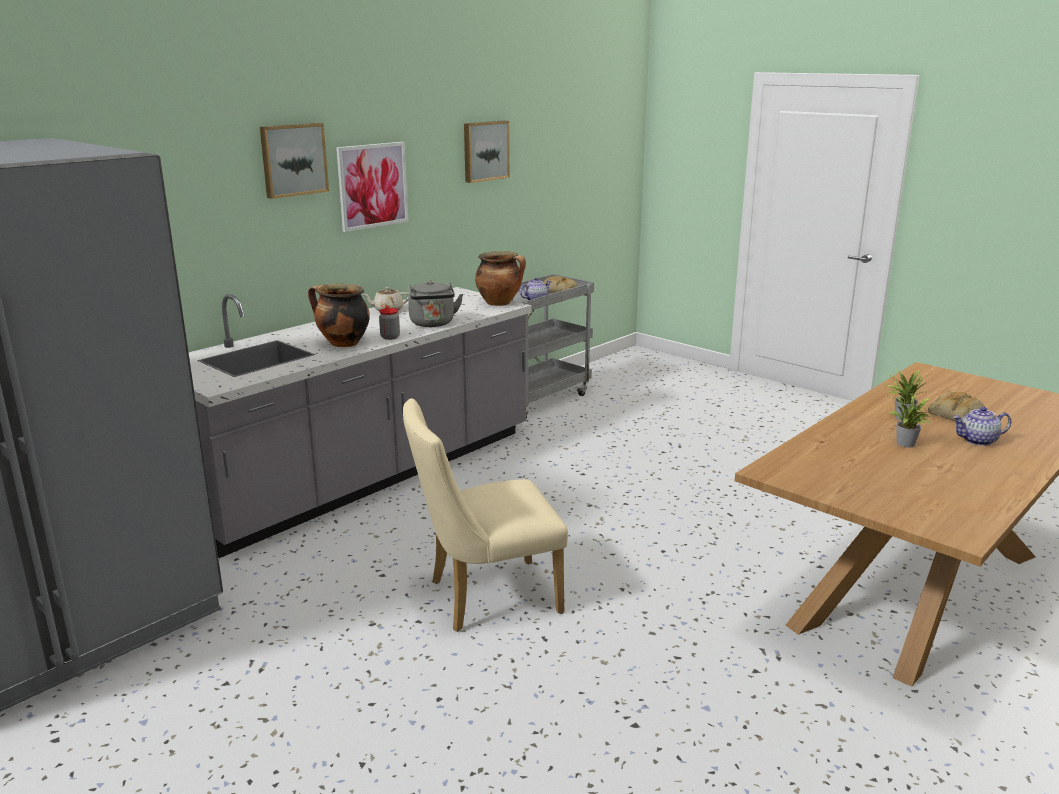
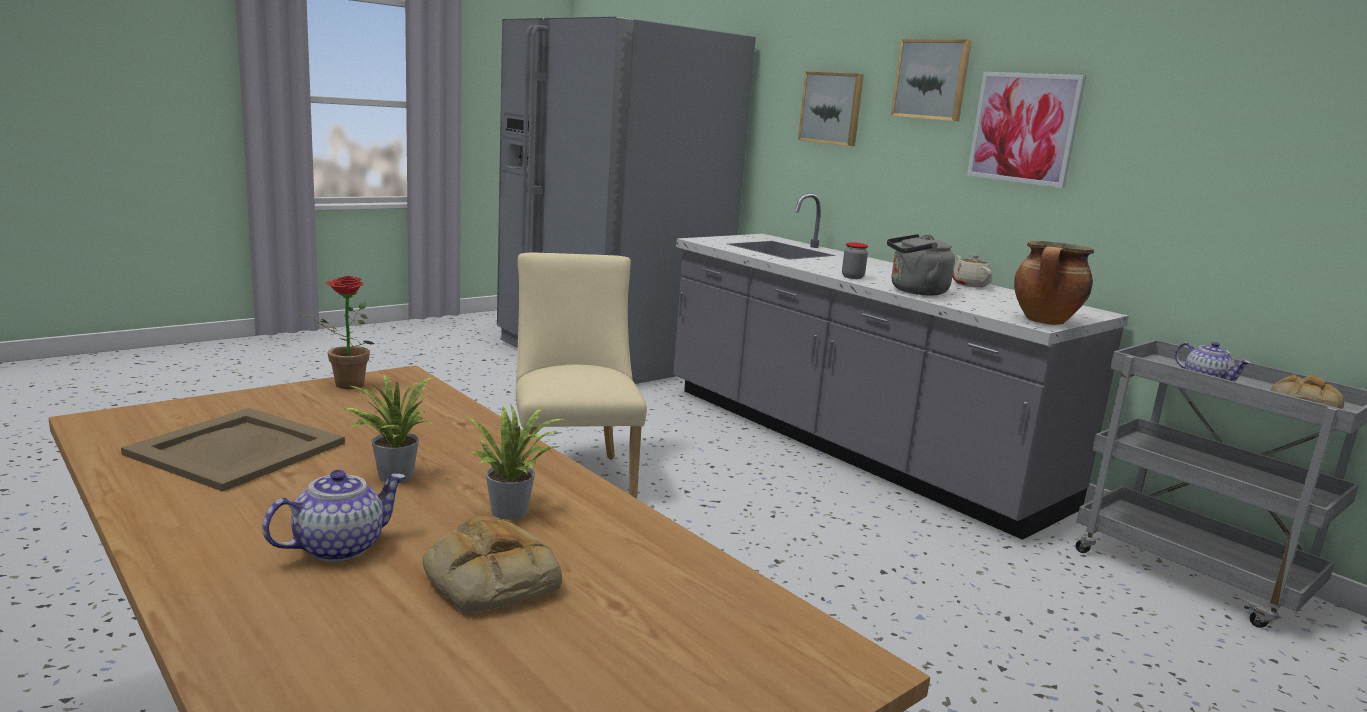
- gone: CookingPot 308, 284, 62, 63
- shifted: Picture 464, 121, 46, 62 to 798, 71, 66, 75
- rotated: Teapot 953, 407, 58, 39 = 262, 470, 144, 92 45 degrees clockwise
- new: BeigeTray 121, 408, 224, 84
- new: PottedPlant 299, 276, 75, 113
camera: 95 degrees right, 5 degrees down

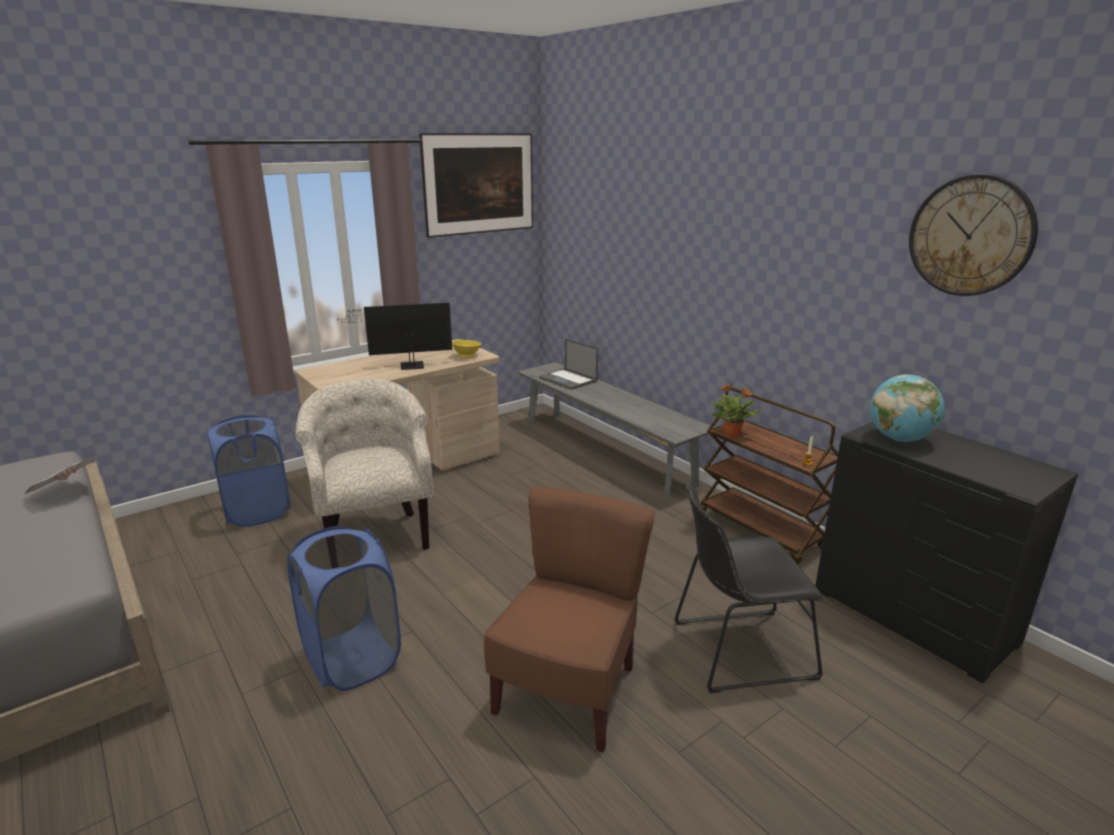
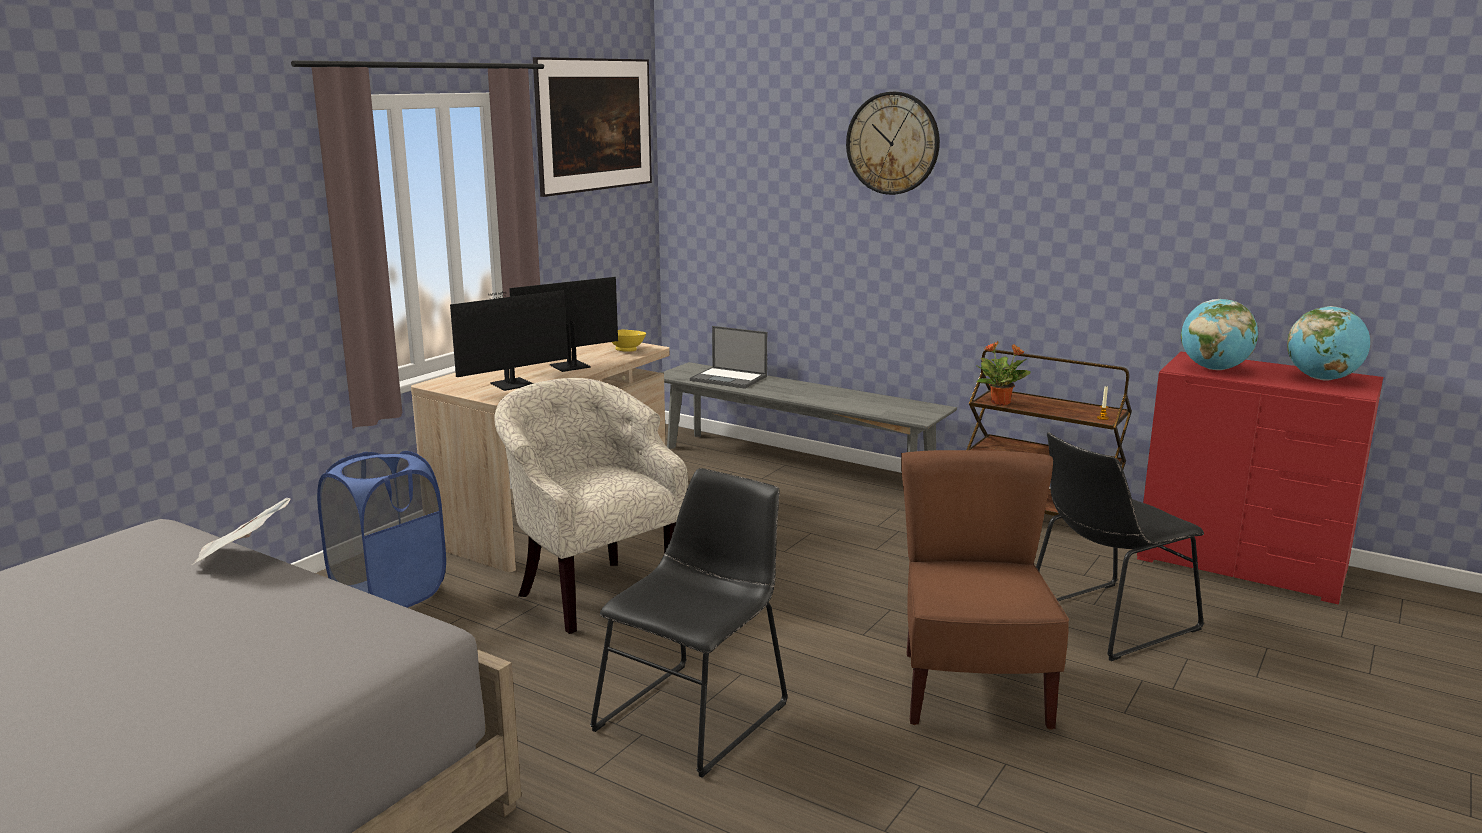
- swapped: BlueLaundryBasket 287, 526, 114, 165 to BlackChair 590, 468, 198, 310
- repainted: BlackDresser 815, 422, 263, 262 to RedDresser 1137, 352, 246, 253
- shifted: WallClock 909, 174, 129, 122 to 846, 92, 94, 103
- new: Monitor 450, 290, 148, 101
- new: Globe 1287, 306, 83, 74
camera: 20 degrees left, 5 degrees down

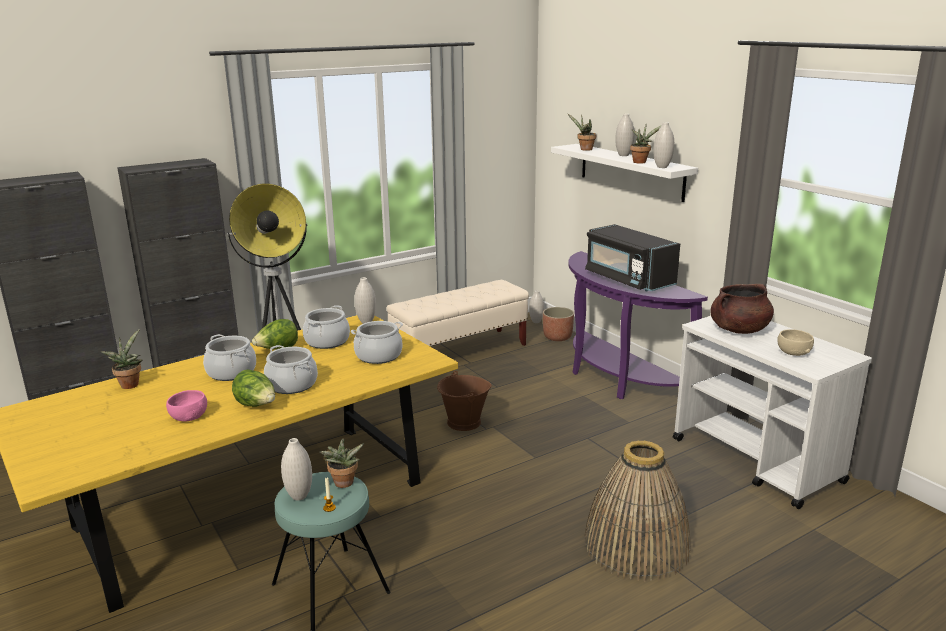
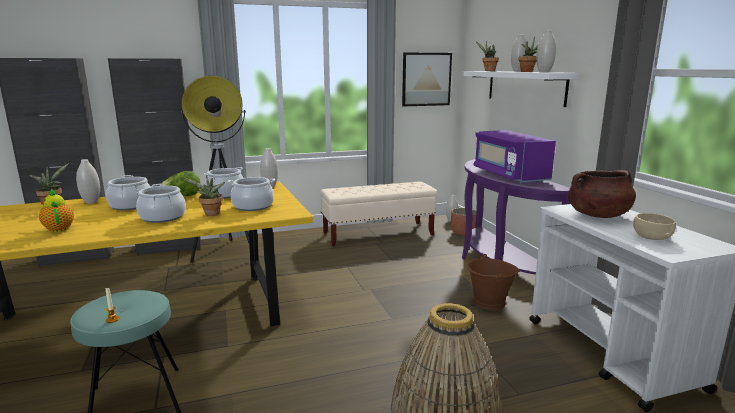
- swapped: PinkBowl 166, 390, 41, 31 to Teapot 39, 189, 35, 43
- gone: Lettuce 232, 369, 43, 38
- shifted: WhiteVase 281, 438, 31, 62 to 76, 159, 24, 45
- shifted: PottedPlant 320, 438, 44, 50 to 184, 175, 41, 41
- shifted: BrownBucket 437, 371, 55, 60 to 467, 254, 52, 56
- repainted: BlackMicrowave 585, 224, 95, 67 to PurpleMicrowave 473, 130, 83, 53
- new: Picture 402, 52, 50, 54
camera: 15 degrees right, 5 degrees down

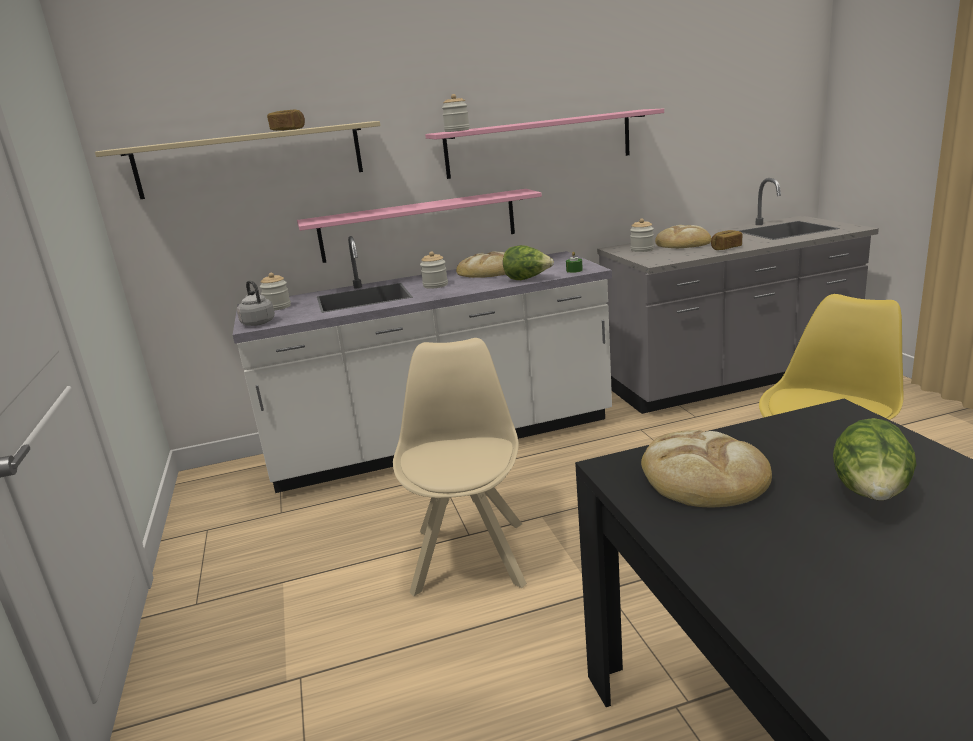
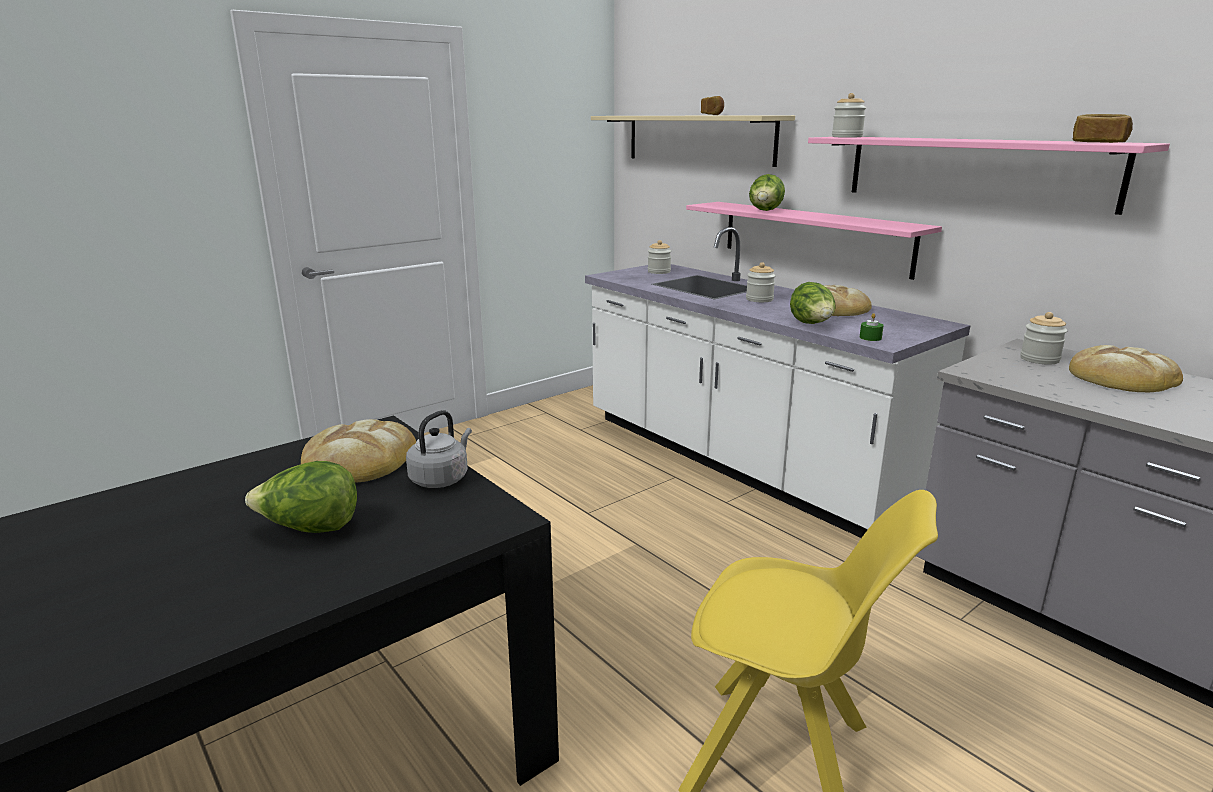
- shifted: GreyKettle 237, 281, 38, 45 to 406, 410, 66, 78
- gone: BeigeChair 393, 338, 134, 258
- shifted: Bread 711, 230, 31, 20 to 1073, 114, 60, 29
- new: Lettuce 749, 174, 36, 37
camera: 65 degrees right, 0 degrees up

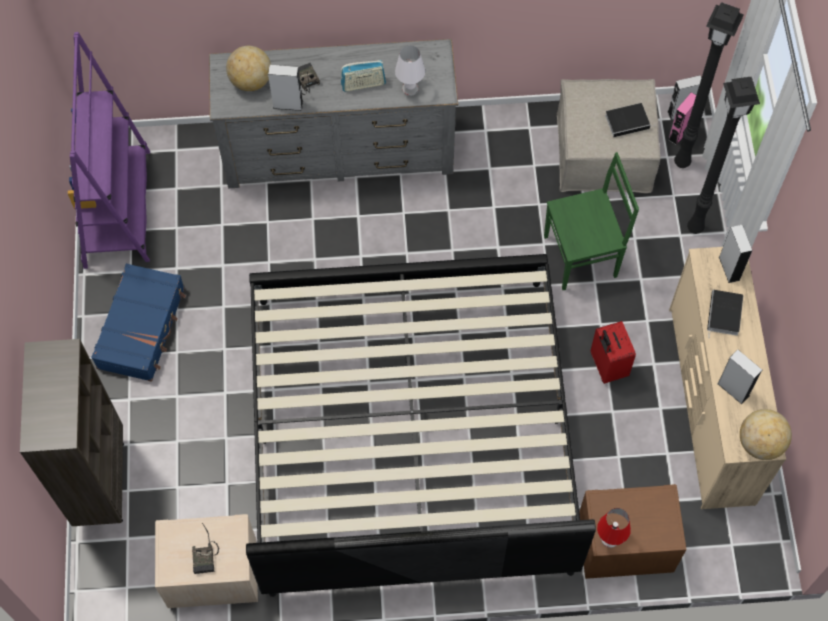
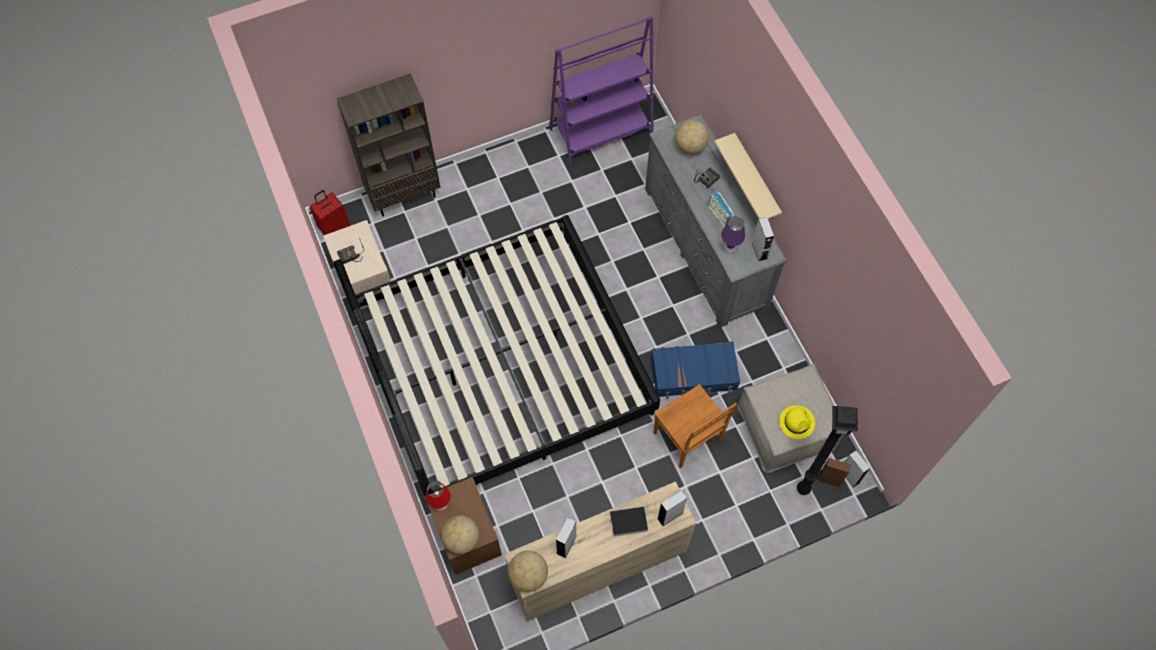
- shifted: BlueSuitcase 91, 263, 95, 119 to 651, 341, 89, 58
- shifted: GreySpeaker 268, 65, 35, 46 to 752, 217, 22, 44
- repainted: WhiteTableLamp 395, 45, 30, 51 to PurpleTableLamp 721, 217, 24, 36
- repainted: GreenChair 544, 152, 95, 138 to BrownChair 654, 384, 83, 84
- shifted: RedSuitcase 591, 321, 45, 63 to 309, 190, 41, 45
- swapped: Book 605, 103, 51, 34 to YellowHat 779, 405, 36, 34
- repainted: PinkSpeaker 668, 92, 28, 53 to BrownSpeaker 817, 458, 34, 29
- gone: BlackFloorLamp 687, 77, 73, 157
- new: Globe 441, 515, 38, 39
- new: BeigeShelf 714, 133, 68, 86
camera: 70 degrees right, 0 degrees up

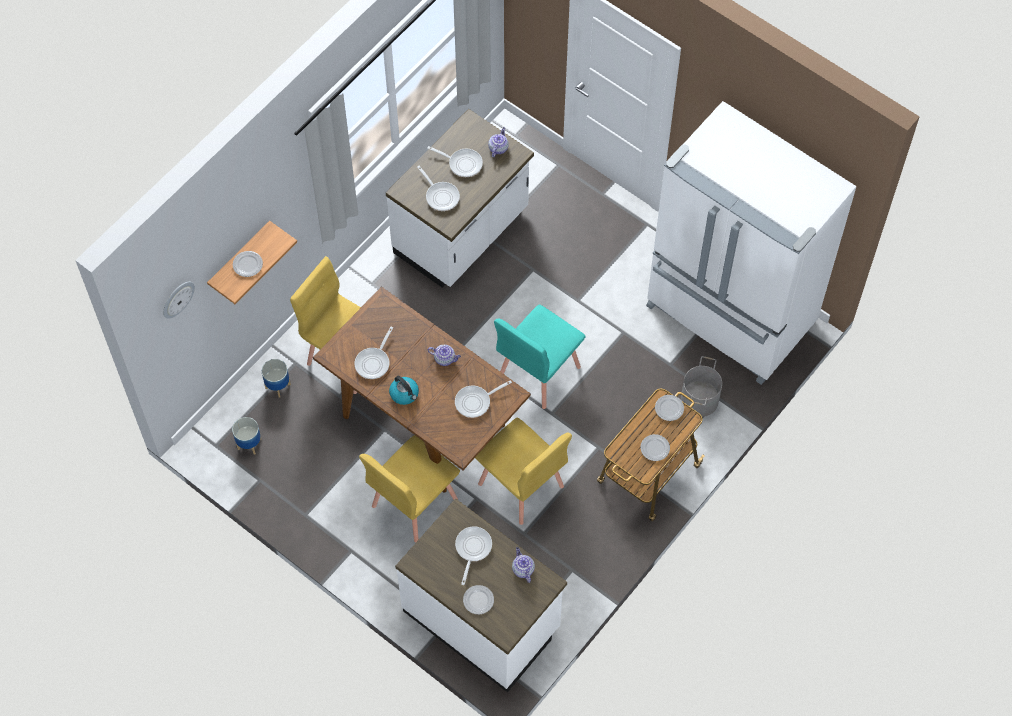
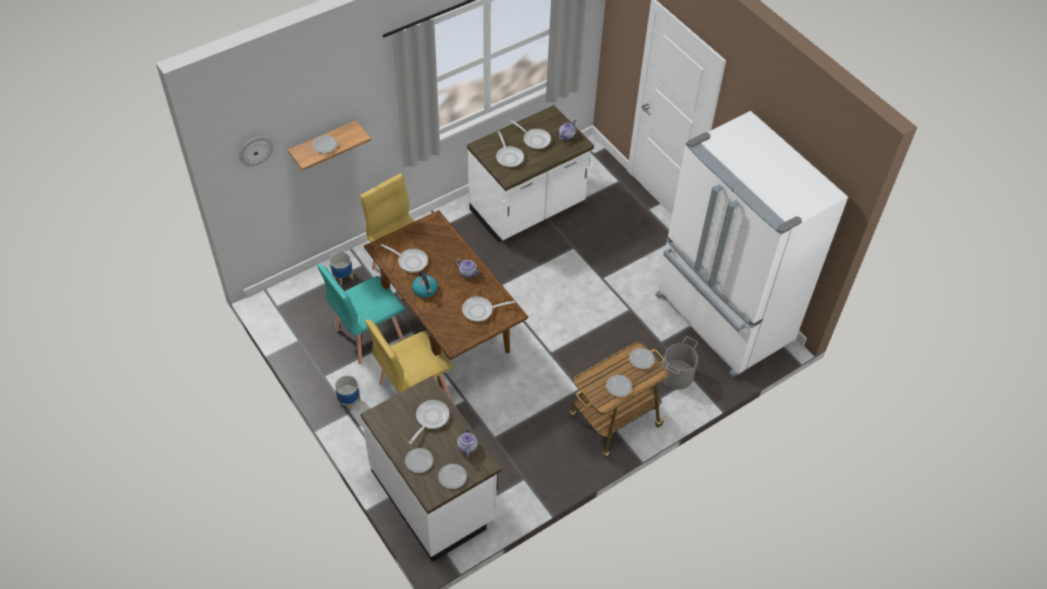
- shifted: Planter 232, 417, 29, 38 to 335, 375, 26, 36
- rotated: FryingPan 355, 327, 38, 52 = 381, 244, 47, 28 105 degrees counterclockwise
- gone: YellowChair 475, 418, 97, 107
- shifted: TurquoiseChair 494, 304, 92, 105 to 318, 264, 87, 100
- new: Plate 438, 464, 29, 25
camera: 15 degrees right, 10 degrees down

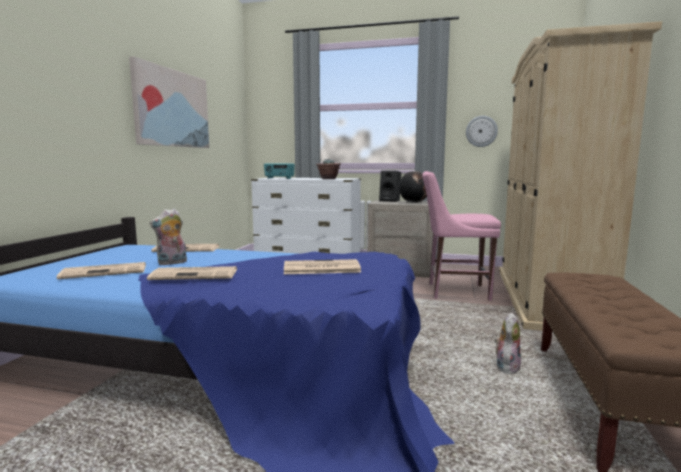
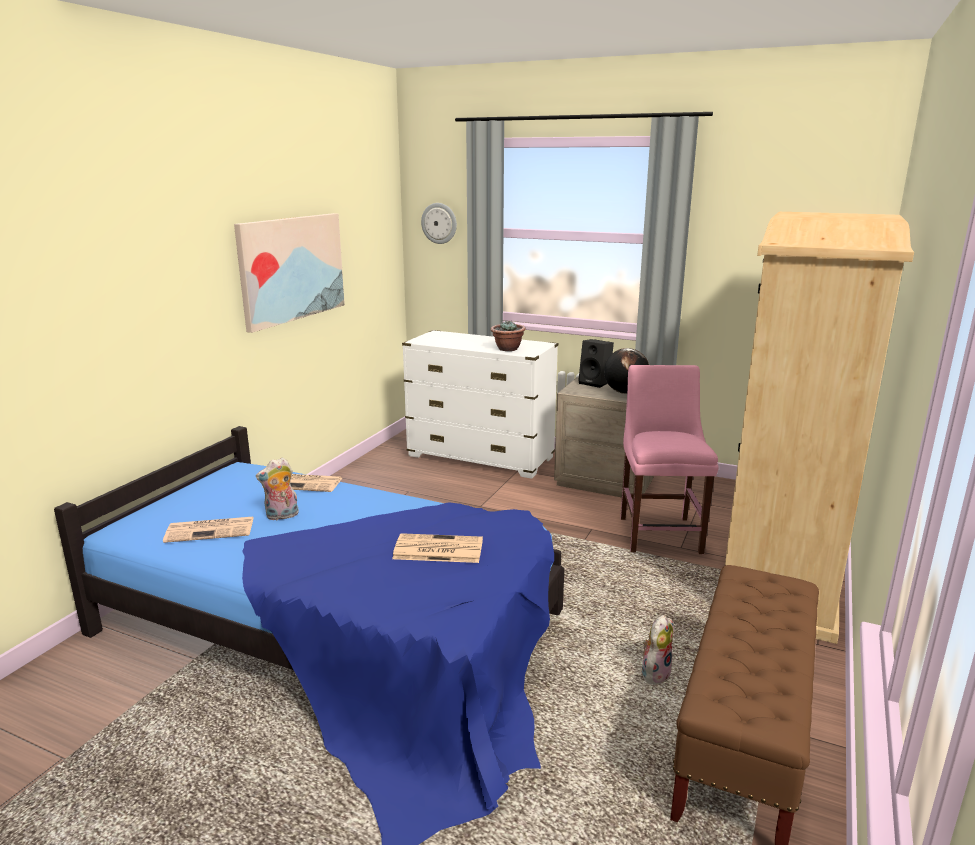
- gone: Newspaper 147, 266, 90, 14
- gone: Radio 264, 164, 31, 15
- rotated: PinkChair 422, 171, 79, 130 = 620, 365, 99, 189 75 degrees clockwise
- shifted: WallClock 466, 116, 32, 31 to 421, 203, 36, 41
camera: 10 degrees right, 10 degrees up

